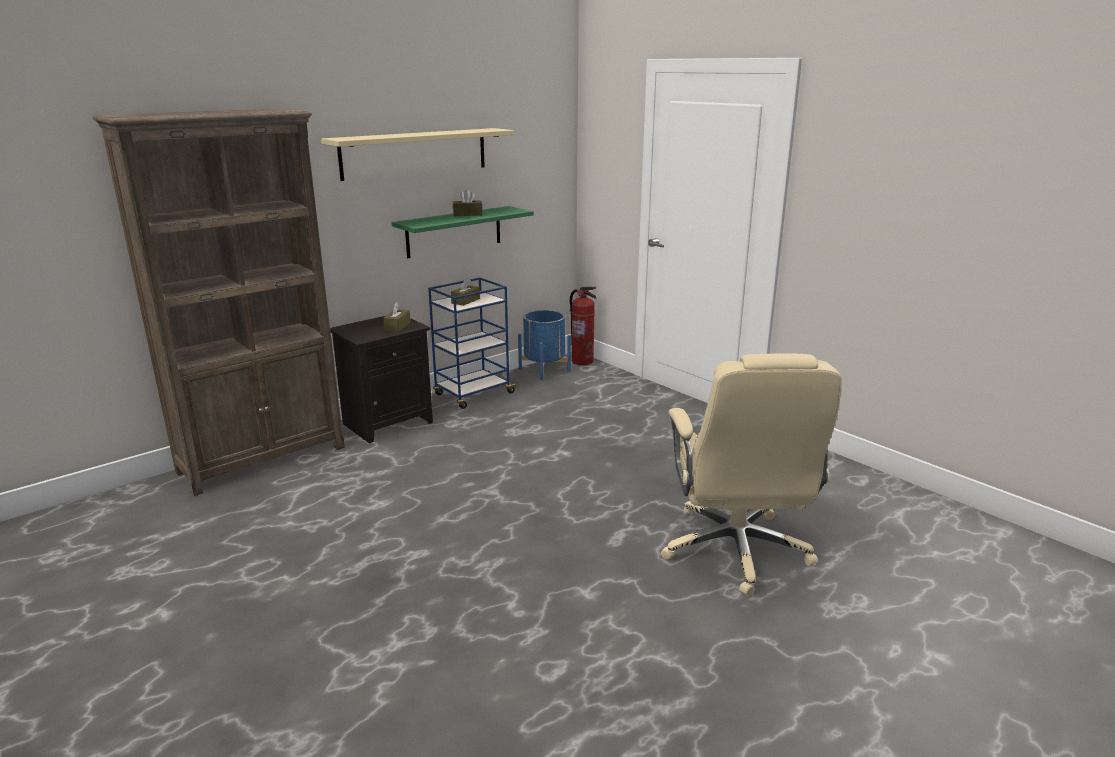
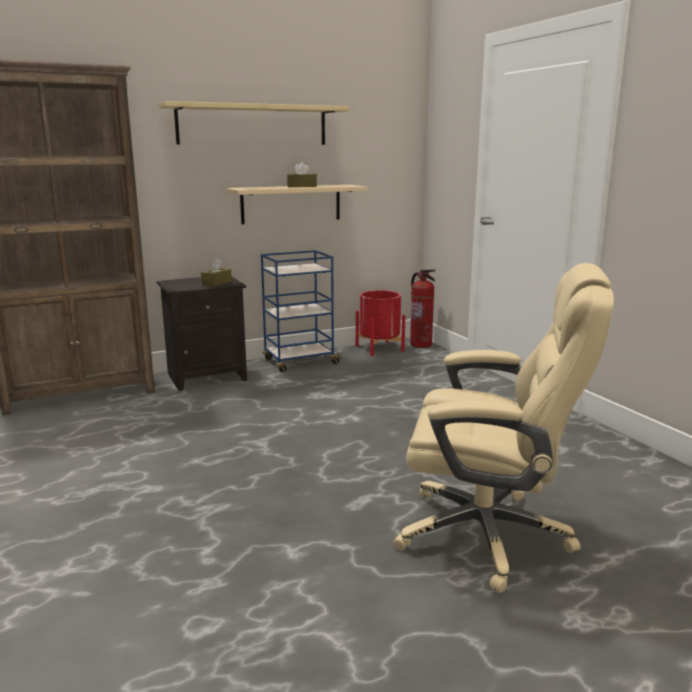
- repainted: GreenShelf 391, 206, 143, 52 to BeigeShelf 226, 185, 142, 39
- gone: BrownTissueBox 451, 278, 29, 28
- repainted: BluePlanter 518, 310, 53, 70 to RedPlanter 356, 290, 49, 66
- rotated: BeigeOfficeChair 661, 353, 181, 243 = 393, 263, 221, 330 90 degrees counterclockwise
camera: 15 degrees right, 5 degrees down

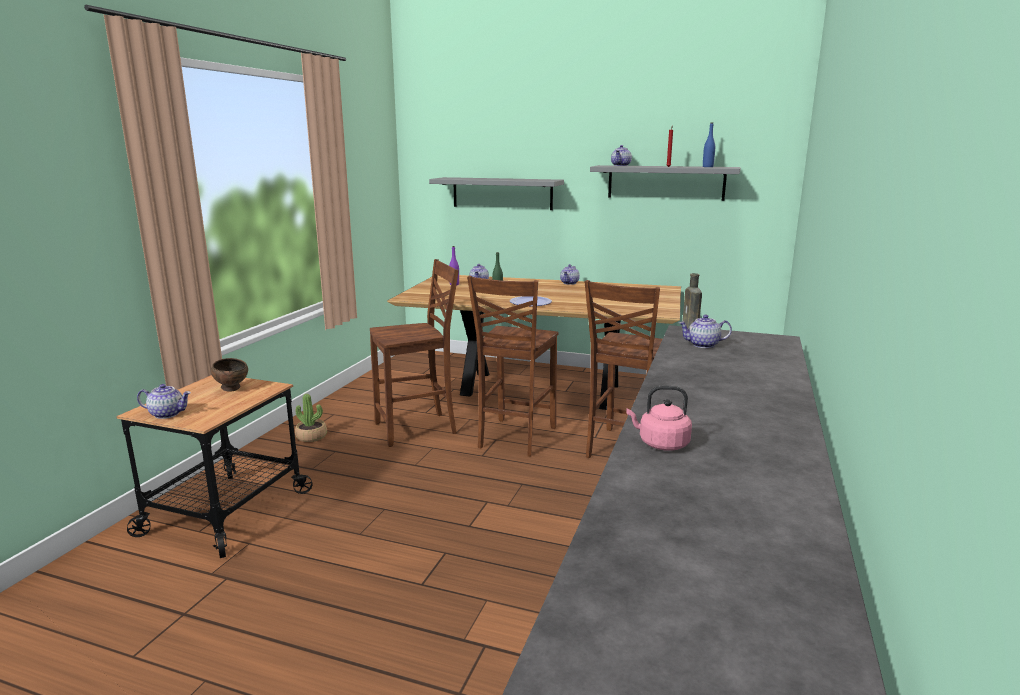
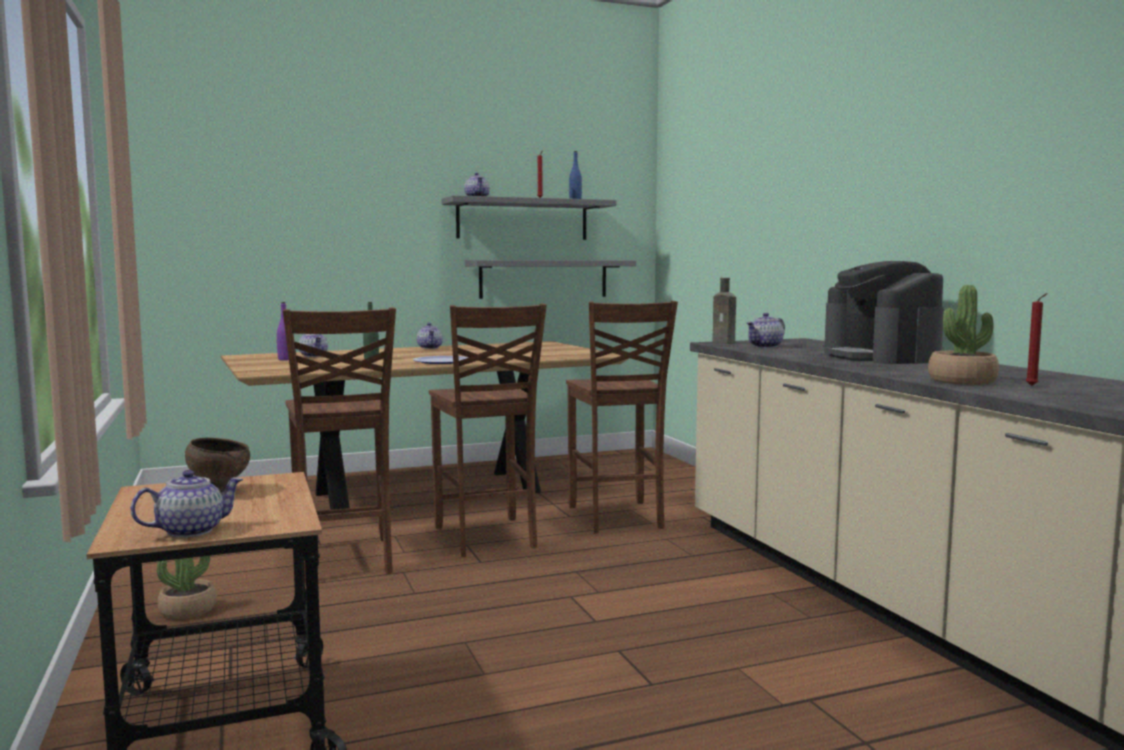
- rotated: BrownChair 370, 259, 89, 188 = 283, 307, 113, 276 135 degrees clockwise
- shifted: GreyShelf 429, 177, 135, 33 to 465, 260, 171, 39
- swapped: PinkKettle 626, 386, 66, 65 to PottedPlant 928, 285, 71, 100
- new: CoffeeMachine 824, 261, 120, 103
- new: RedCandle 1026, 293, 22, 93
camera: 40 degrees left, 10 degrees down

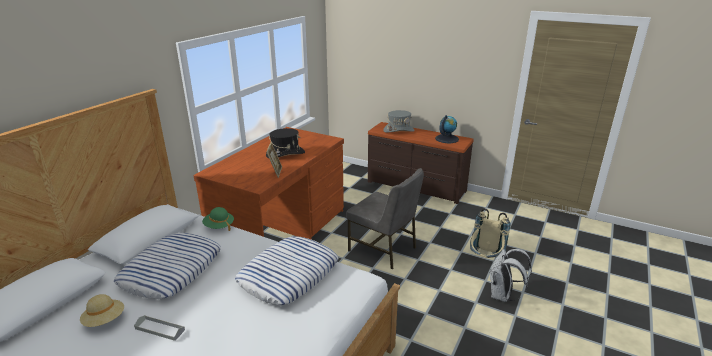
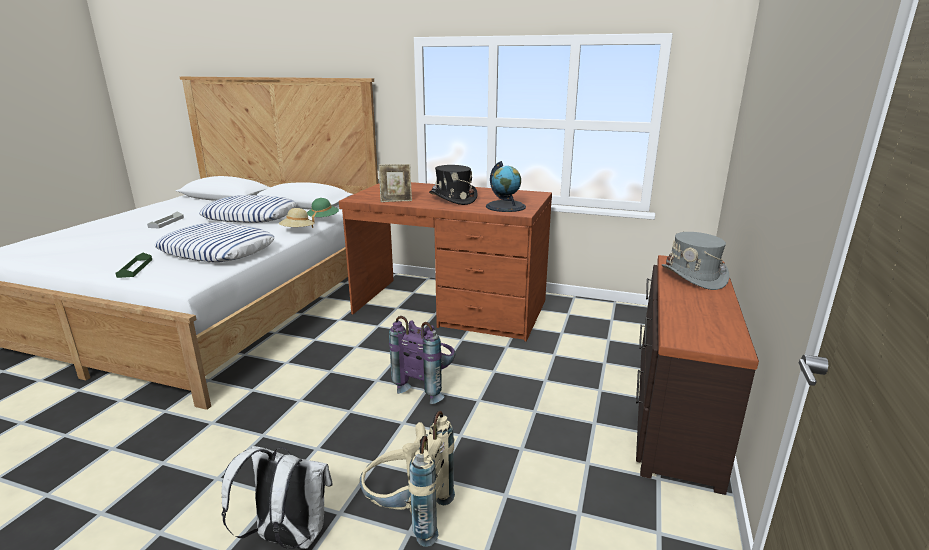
- shifted: BeigeHat 80, 294, 44, 33 to 279, 208, 35, 20
- swapped: GreyChair 346, 168, 78, 101 to PurpleBackpack 389, 316, 67, 88
- shifted: Globe 435, 115, 24, 28 to 486, 161, 40, 51
- new: GreenTray 116, 253, 36, 25
camera: 80 degrees right, 5 degrees down

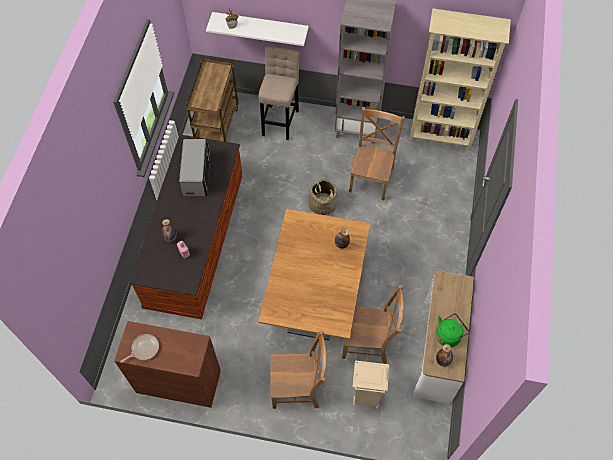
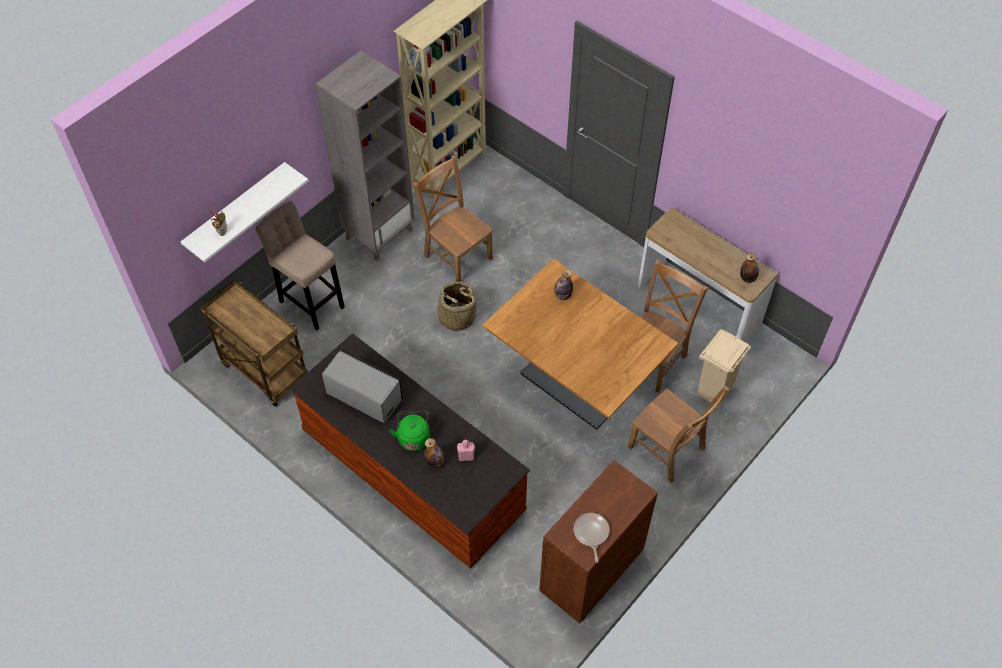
- rotated: BrownChair 270, 331, 57, 78 = 628, 386, 102, 97 105 degrees clockwise
- shifted: GreenKettle 436, 313, 33, 34 to 390, 411, 40, 40
camera: 60 degrees left, 5 degrees down

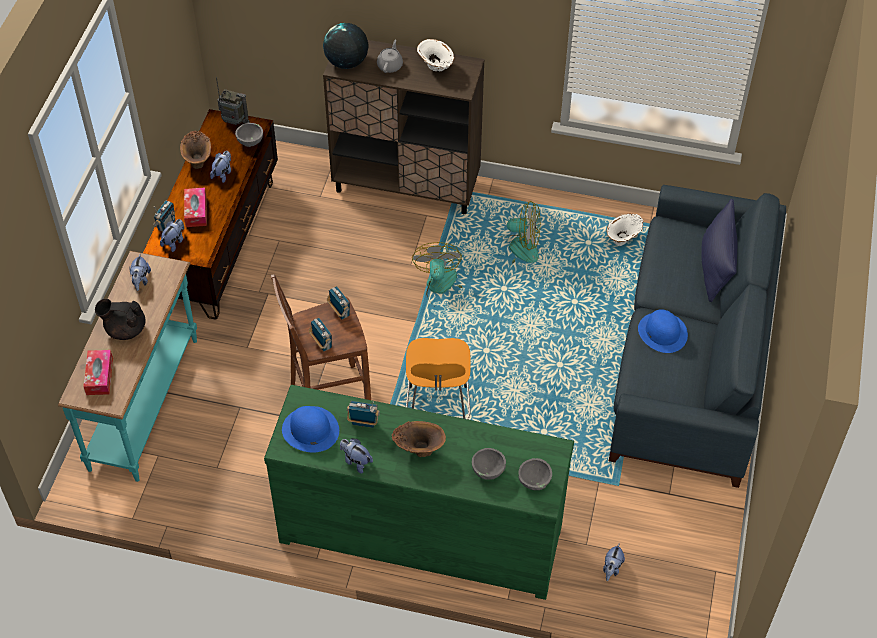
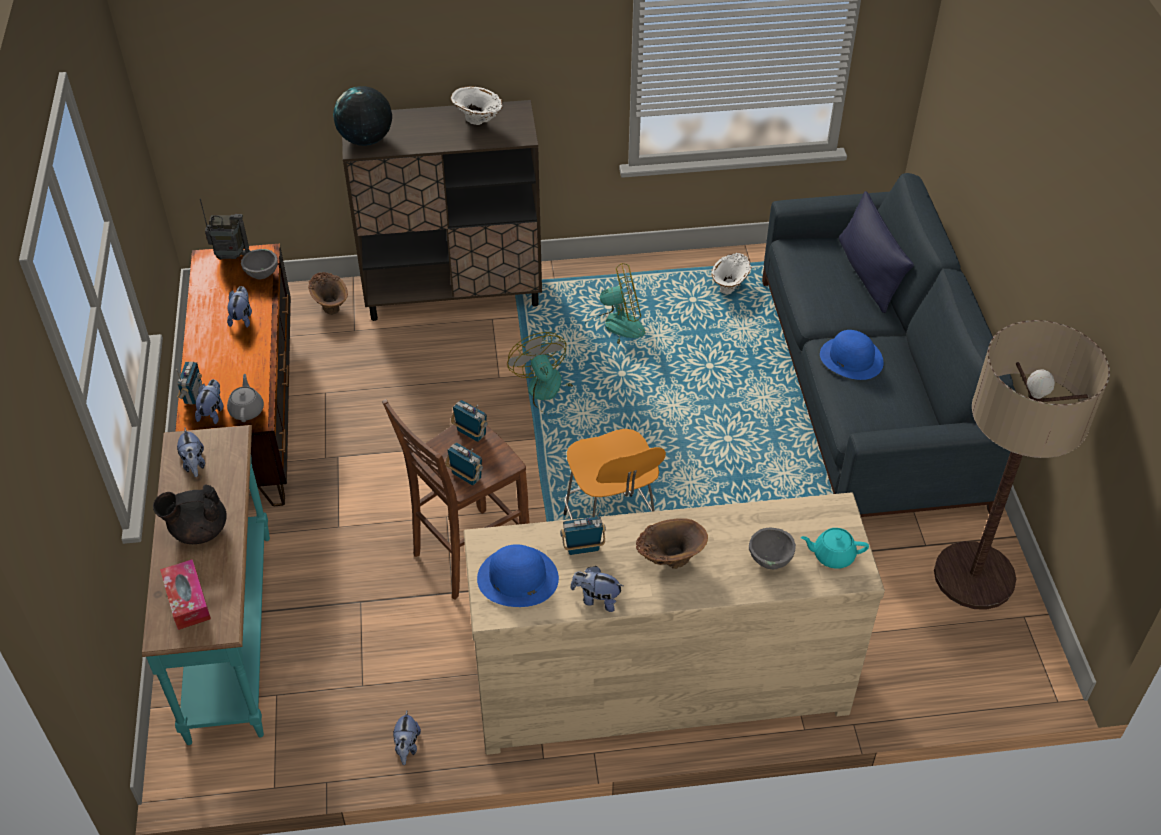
- shifted: BrownVase 180, 131, 31, 38 to 308, 272, 40, 43
- gone: TissueBox 184, 188, 23, 39
- repainted: GreenDresser 264, 385, 310, 215 to BeigeDresser 463, 492, 422, 263
- shifted: GreyTeapot 377, 40, 26, 33 to 227, 374, 37, 48
- swapped: GreyBowl 518, 458, 34, 32 to TurquoiseTeapot 801, 528, 68, 41
- shifted: PlushToy 603, 543, 22, 38 to 393, 710, 28, 55
- new: FloorLamp 934, 320, 176, 290
camera: 20 degrees left, 5 degrees down

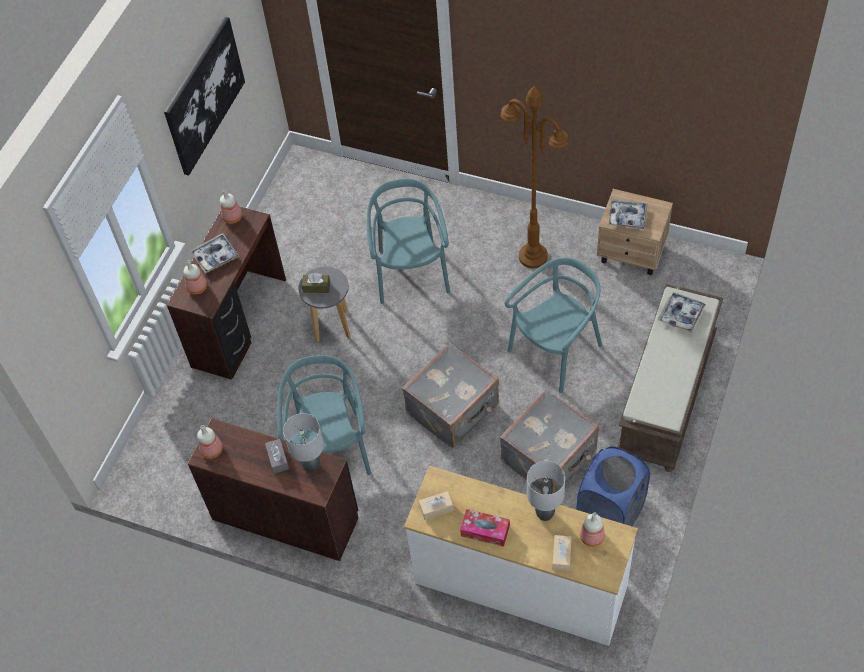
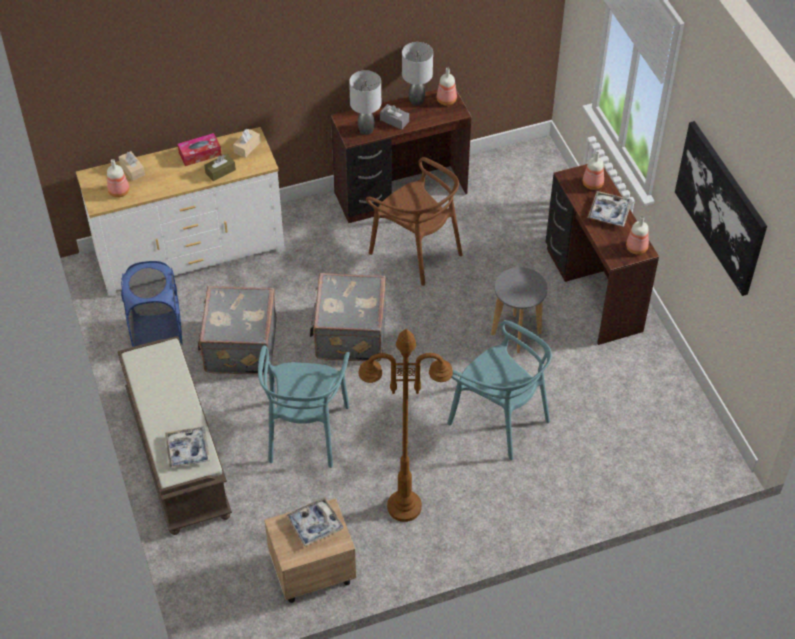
- repainted: TurquoiseChair 277, 355, 94, 120 to BrownChair 366, 157, 96, 129
- shifted: BrownTissueBox 302, 273, 28, 20 to 204, 154, 32, 27
- shifted: GreyTableLamp 527, 461, 38, 60 to 402, 42, 31, 64
camera: 135 degrees right, 5 degrees down

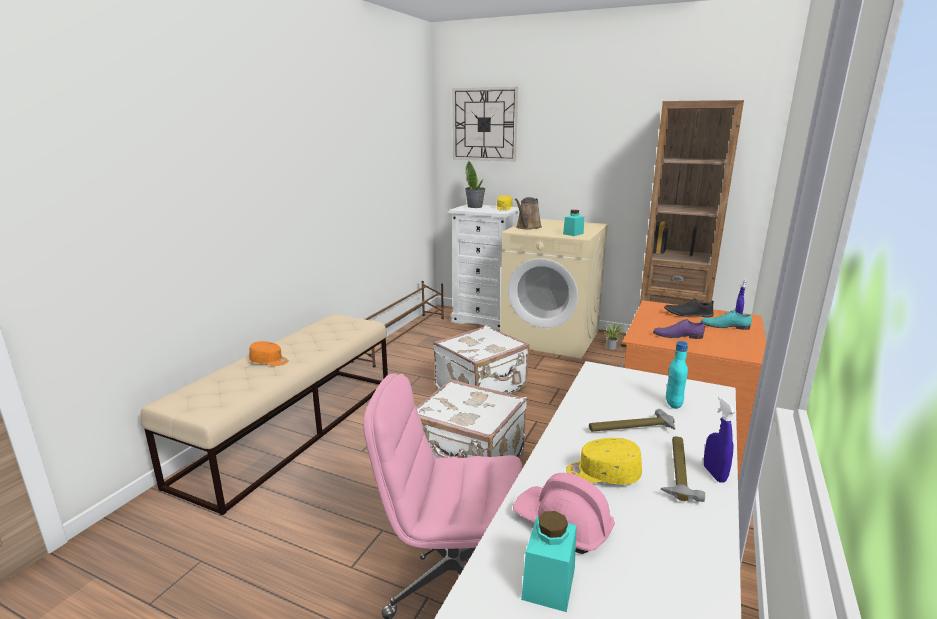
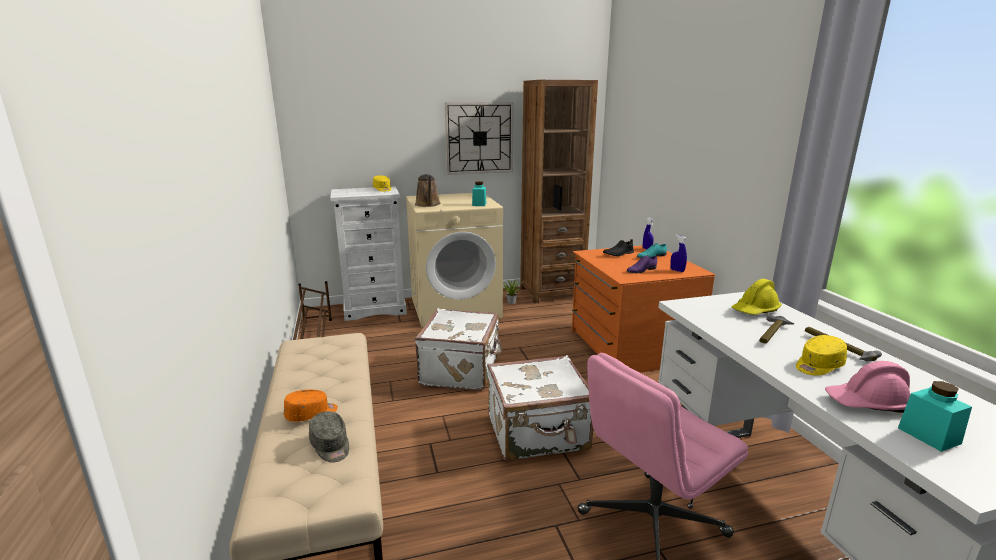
- shifted: WallClock 452, 87, 66, 75 to 445, 102, 69, 73
- gone: PottedPlant 465, 161, 21, 47
- swapped: TurquoiseBottle 666, 341, 22, 68 to YellowHardHat 731, 279, 51, 36
- shifted: BlueSprayBottle 704, 396, 32, 87 to 670, 235, 17, 37
- new: GreyCap 309, 411, 40, 52
camera: 40 degrees left, 0 degrees up

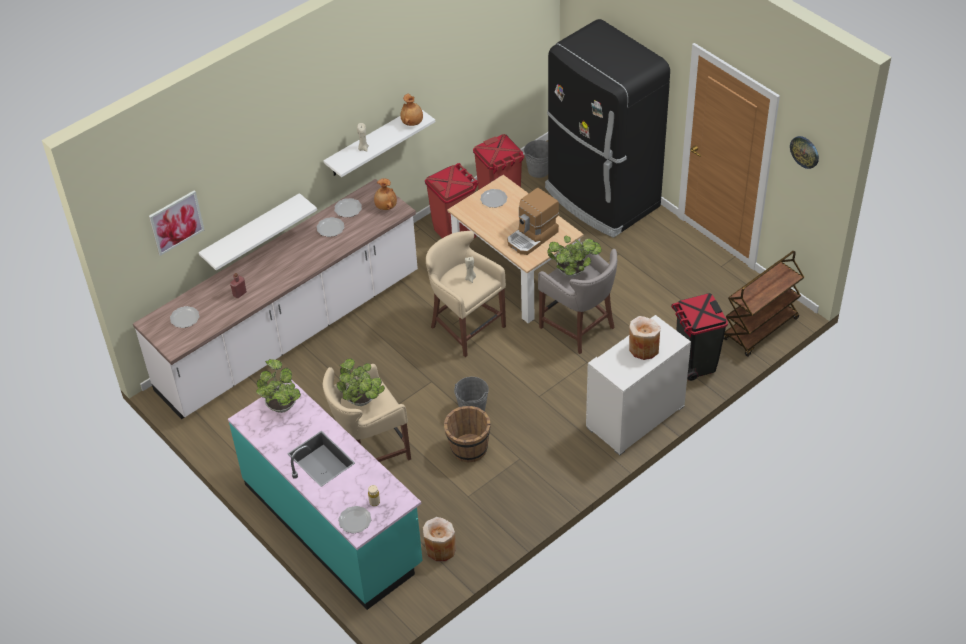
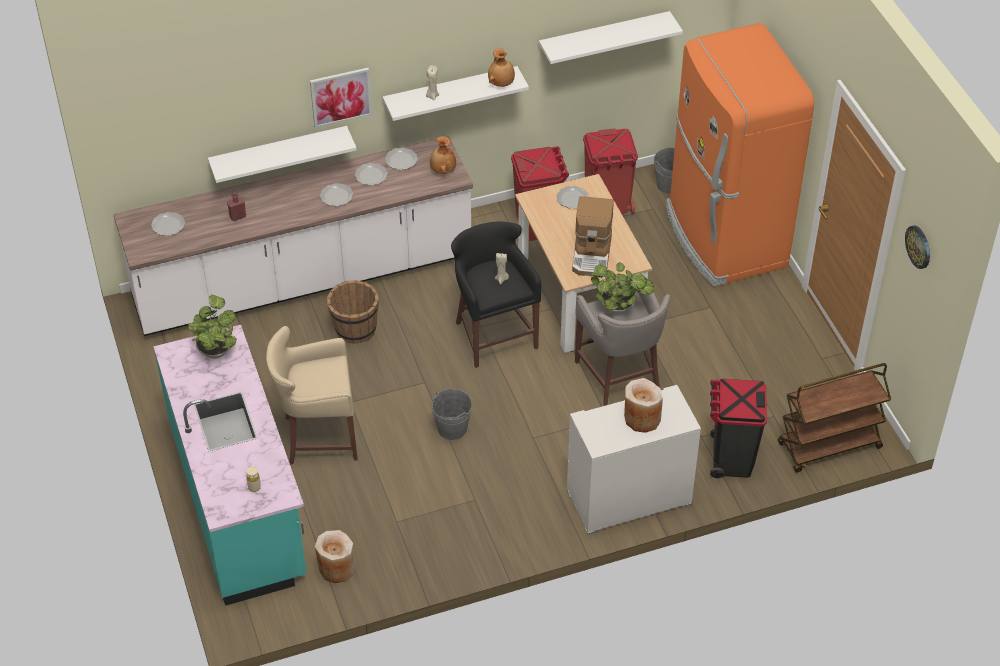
- shifted: Picture 149, 190, 55, 66 to 310, 68, 62, 60
- gone: PottedPlant 337, 358, 48, 48
- shifted: Plate 338, 506, 33, 27 to 320, 183, 33, 23
- repainted: BeigeStool 426, 231, 80, 126 to BlackStool 451, 221, 90, 147
- shifted: BrownBucket 444, 406, 47, 56 to 327, 280, 52, 64
- rotated: CoffeeMachine 507, 188, 52, 67 = 572, 196, 42, 81 60 degrees counterclockwise
- repainted: BlackFridge 545, 19, 125, 219 to OrangeFridge 666, 23, 148, 264
- new: WhiteShelf 539, 11, 144, 53
camera: 20 degrees right, 0 degrees up

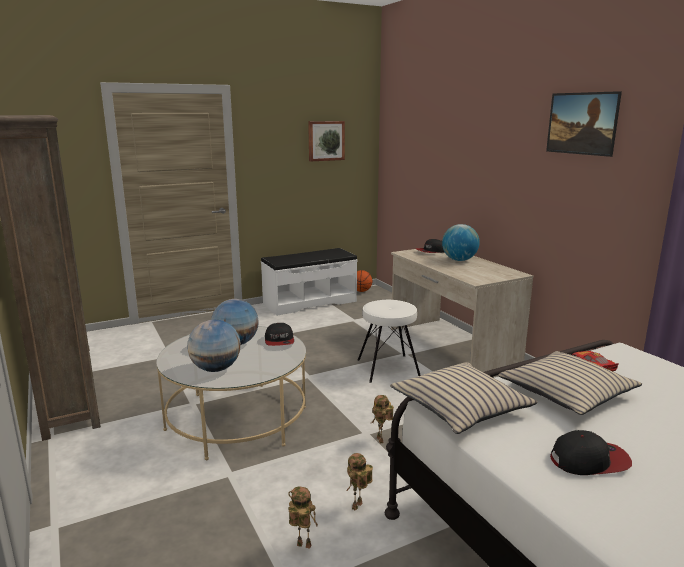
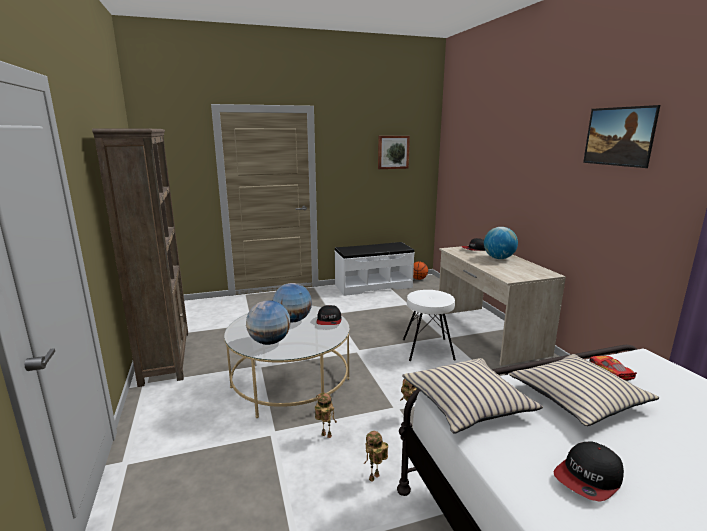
- shifted: ToyRobot 288, 486, 30, 63 to 315, 393, 22, 45
- rotated: Cap 550, 430, 82, 45 = 554, 441, 70, 61 135 degrees clockwise
camera: 10 degrees right, 0 degrees up

